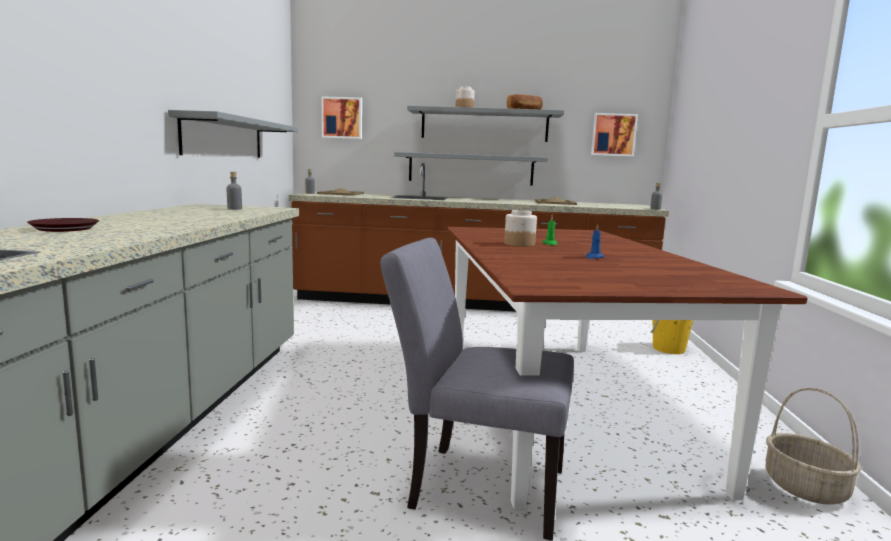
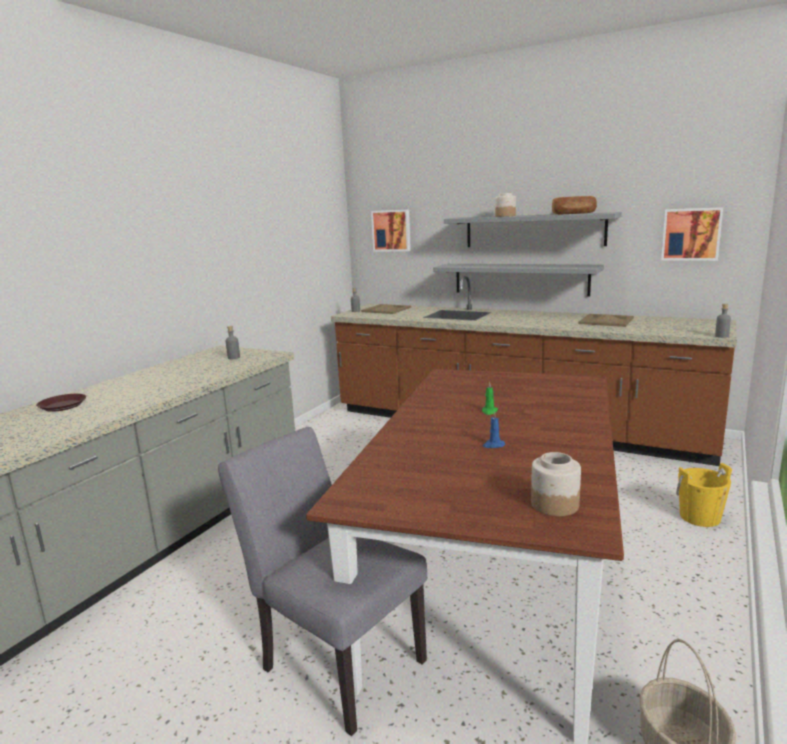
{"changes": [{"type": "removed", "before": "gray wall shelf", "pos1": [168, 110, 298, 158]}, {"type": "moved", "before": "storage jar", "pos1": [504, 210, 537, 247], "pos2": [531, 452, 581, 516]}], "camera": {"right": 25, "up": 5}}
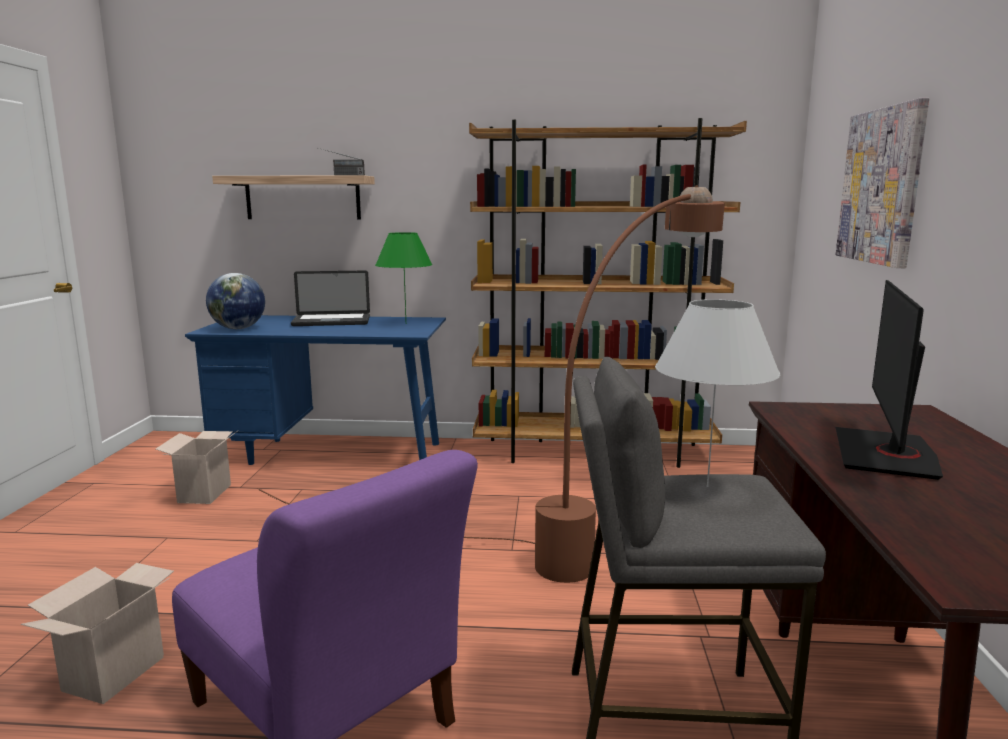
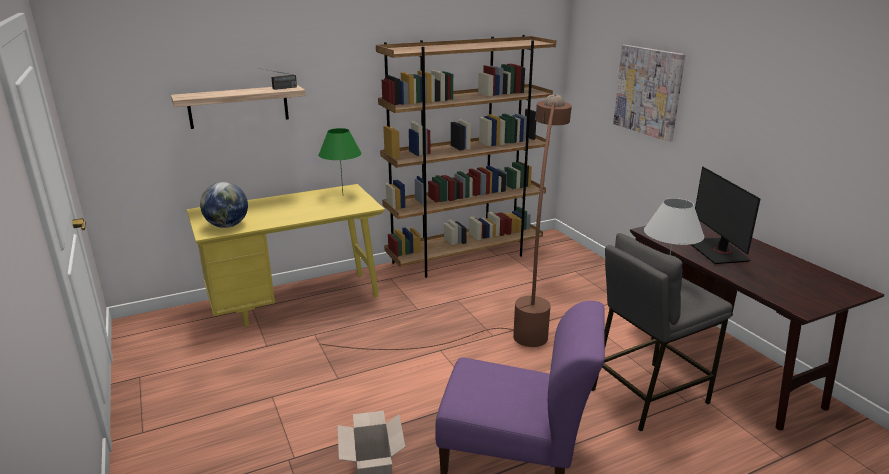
{"changes": [{"type": "removed", "before": "notebook computer", "pos1": [291, 271, 370, 326]}, {"type": "recoloured", "before": "blue-coloured desk table", "after": "yellow desk table", "pos1": [185, 315, 446, 465], "pos2": [187, 184, 385, 327]}, {"type": "removed", "before": "carton", "pos1": [156, 431, 237, 504]}], "camera": {"right": -30, "up": 10}}
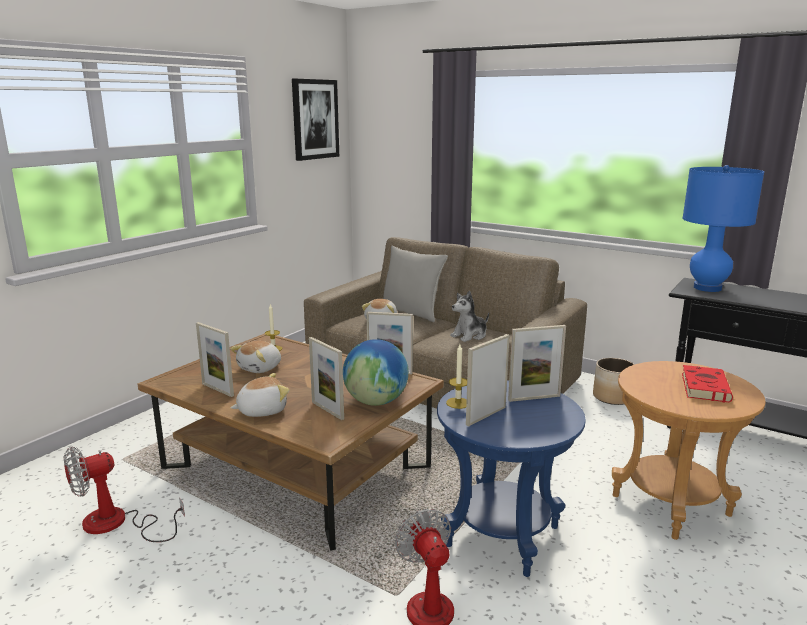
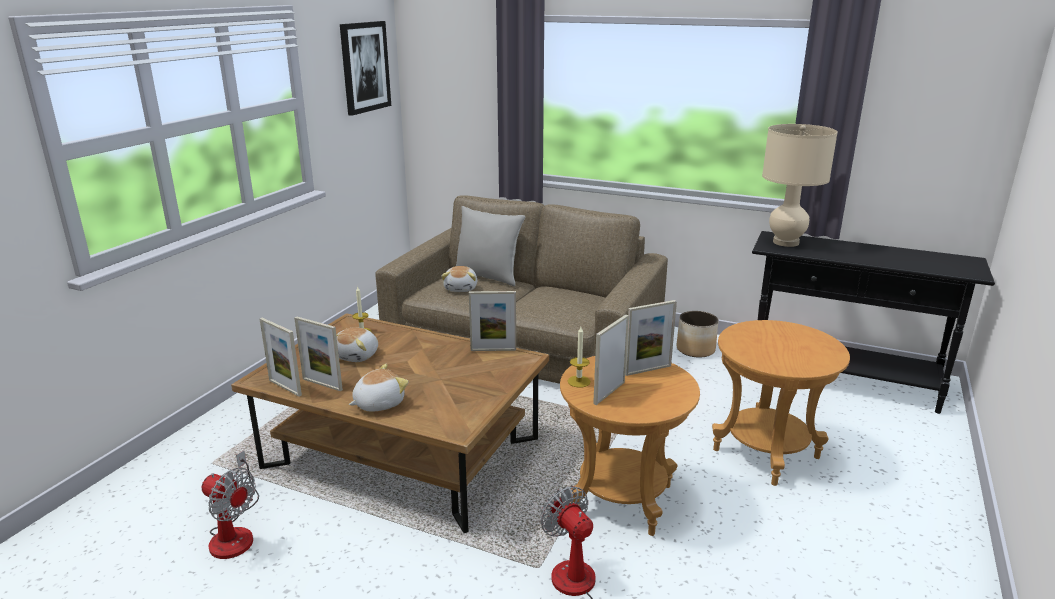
{"changes": [{"type": "recoloured", "before": "blue-coloured tabletop lamp", "after": "beige-coloured tabletop lamp", "pos1": [682, 165, 764, 292], "pos2": [762, 124, 838, 247]}, {"type": "removed", "before": "plush toy", "pos1": [450, 291, 489, 342]}, {"type": "moved", "before": "photo frame", "pos1": [309, 337, 344, 420], "pos2": [260, 318, 302, 396]}, {"type": "removed", "before": "globe", "pos1": [343, 339, 409, 406]}, {"type": "removed", "before": "reddish bound book", "pos1": [682, 365, 733, 403]}, {"type": "recoloured", "before": "blue-coloured end table", "after": "brown-coloured end table", "pos1": [437, 381, 586, 577], "pos2": [560, 356, 700, 536]}, {"type": "turned", "before": "cooling fan", "pos1": [64, 447, 185, 542], "pos2": [202, 450, 259, 559], "turn": -105}], "camera": {"right": -10, "up": 5}}
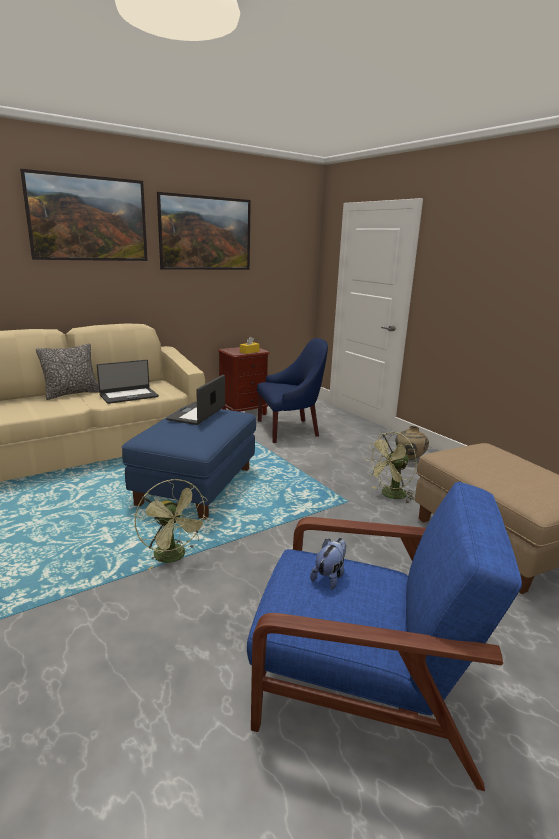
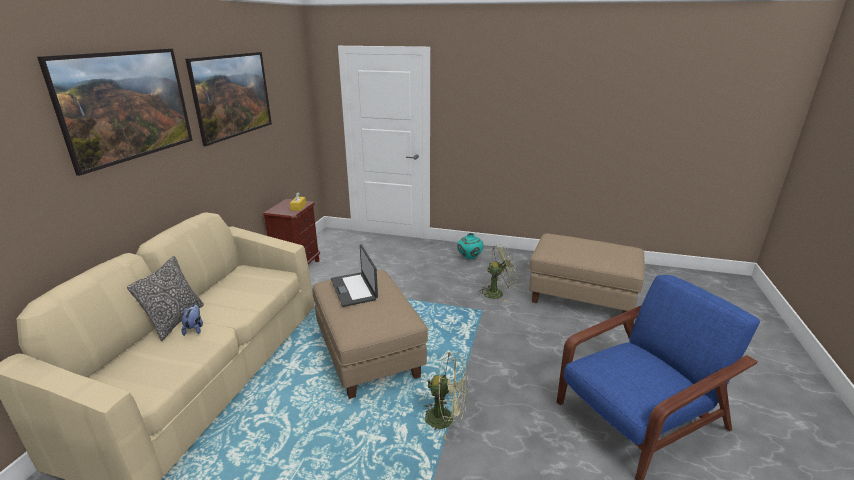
{"changes": [{"type": "removed", "before": "blue-coloured armchair", "pos1": [257, 338, 328, 443]}, {"type": "removed", "before": "notebook computer", "pos1": [97, 360, 159, 404]}, {"type": "recoloured", "before": "blue-coloured ottoman", "after": "beige-coloured ottoman", "pos1": [122, 405, 256, 520], "pos2": [312, 270, 428, 399]}, {"type": "recoloured", "before": "beige-coloured vase", "after": "turquoise vase", "pos1": [395, 426, 429, 460], "pos2": [457, 233, 483, 259]}, {"type": "turned", "before": "green cooling fan", "pos1": [365, 432, 417, 504], "pos2": [477, 244, 518, 302], "turn": -120}, {"type": "moved", "before": "plush toy", "pos1": [310, 538, 346, 590], "pos2": [181, 304, 203, 336]}], "camera": {"right": -40, "up": 5}}
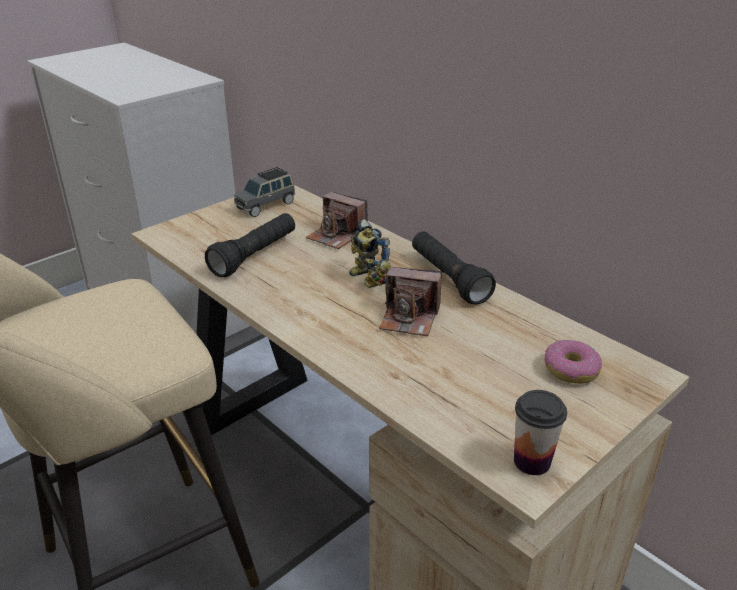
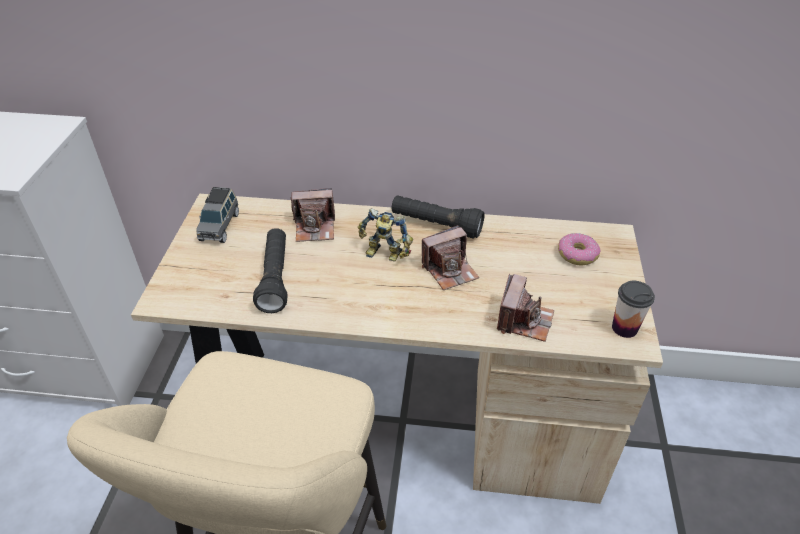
{"changes": [{"type": "added", "after": "still camera", "pos2": [497, 273, 554, 342]}], "camera": {"right": -40, "up": 10}}
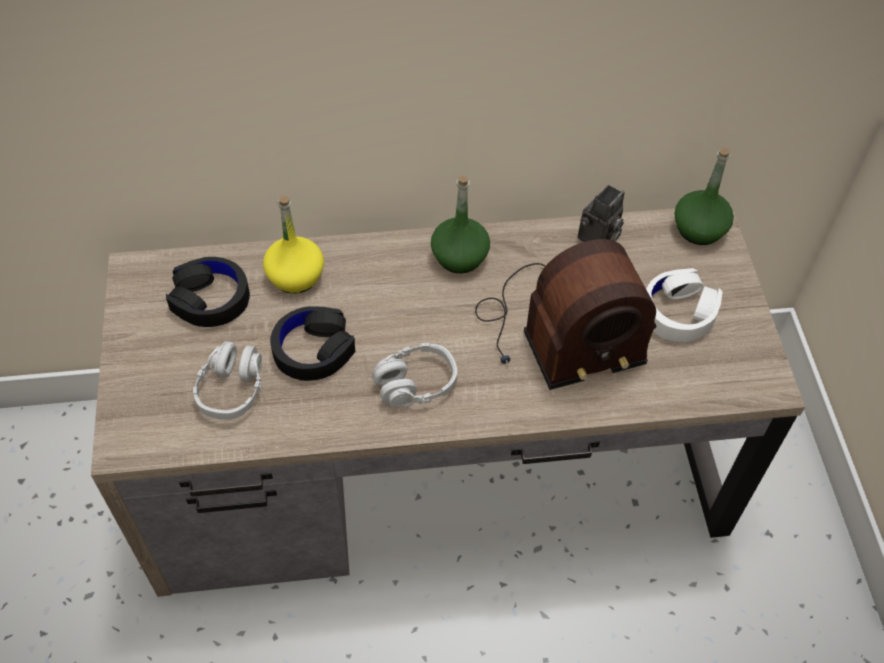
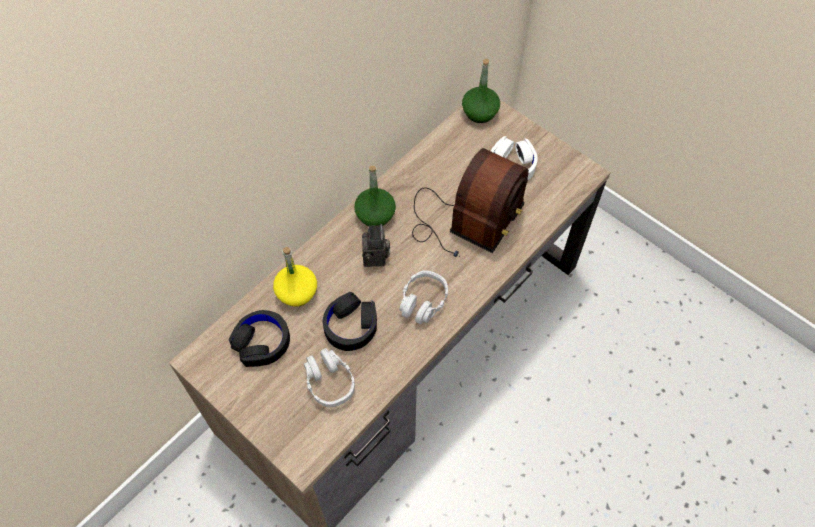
{"changes": [{"type": "moved", "before": "still camera", "pos1": [578, 185, 625, 242], "pos2": [362, 224, 390, 267]}], "camera": {"right": -40, "up": 5}}
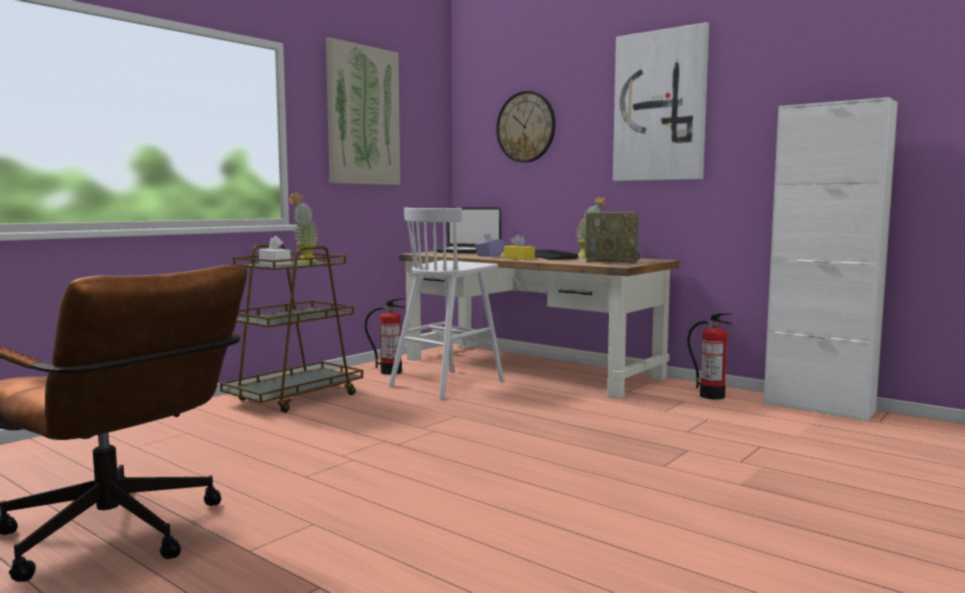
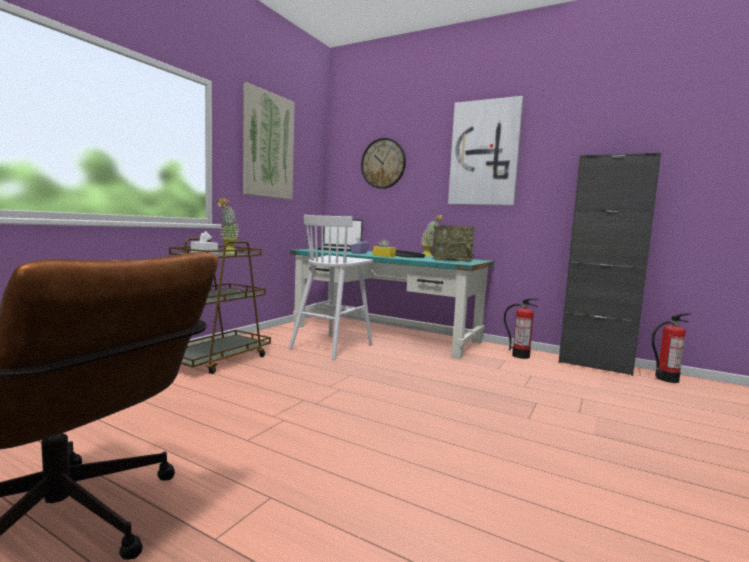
{"changes": [{"type": "recoloured", "before": "white cupboard", "after": "blackish cupboard", "pos1": [764, 97, 898, 422], "pos2": [558, 153, 661, 376]}, {"type": "recoloured", "before": "brown-coloured desk table", "after": "turquoise desk table", "pos1": [398, 251, 679, 399], "pos2": [290, 249, 494, 359]}, {"type": "moved", "before": "extinguisher", "pos1": [364, 298, 406, 375], "pos2": [651, 313, 690, 383]}], "camera": {"right": -10, "up": 0}}
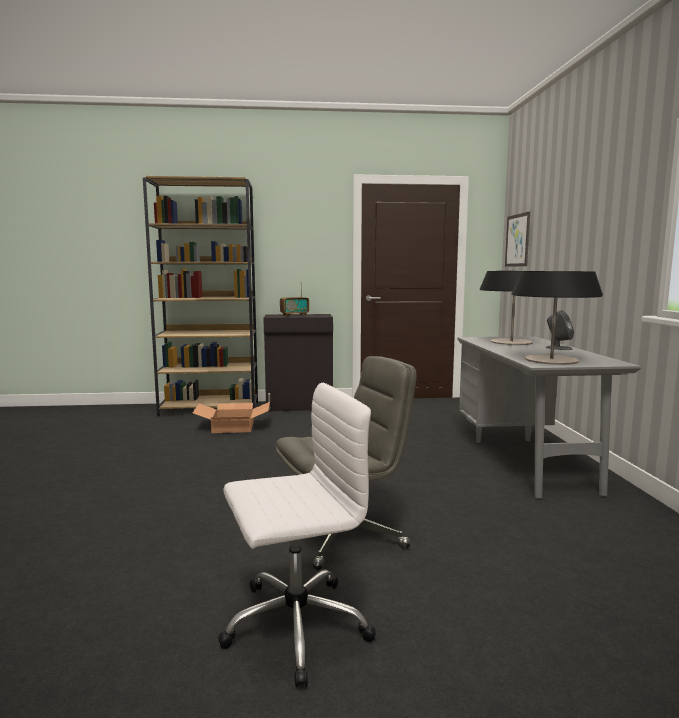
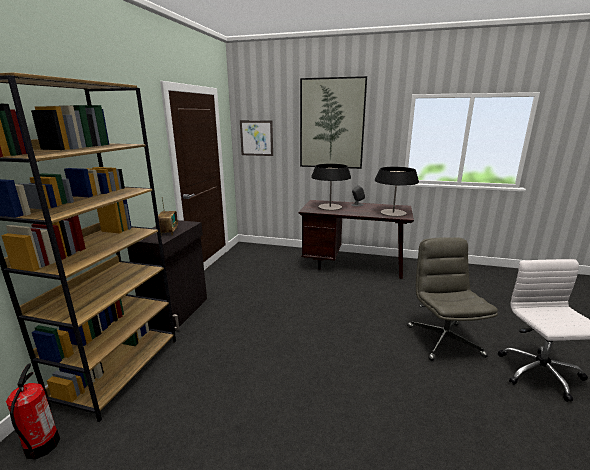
{"changes": [{"type": "recoloured", "before": "gray desk table", "after": "brown-coloured desk table", "pos1": [457, 336, 641, 499], "pos2": [299, 200, 414, 279]}, {"type": "removed", "before": "carton", "pos1": [193, 402, 270, 433]}, {"type": "added", "after": "wall art", "pos2": [300, 76, 367, 169]}, {"type": "added", "after": "extinguisher", "pos2": [6, 363, 60, 459]}], "camera": {"right": -70, "up": 10}}
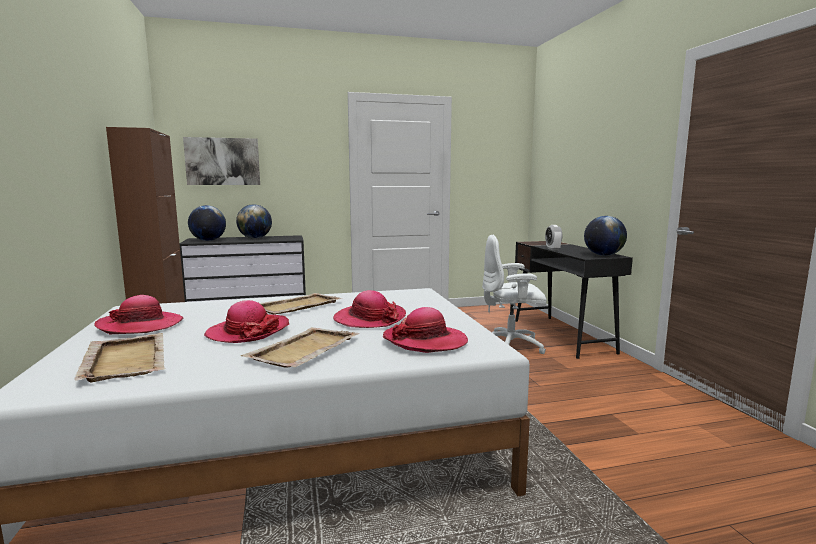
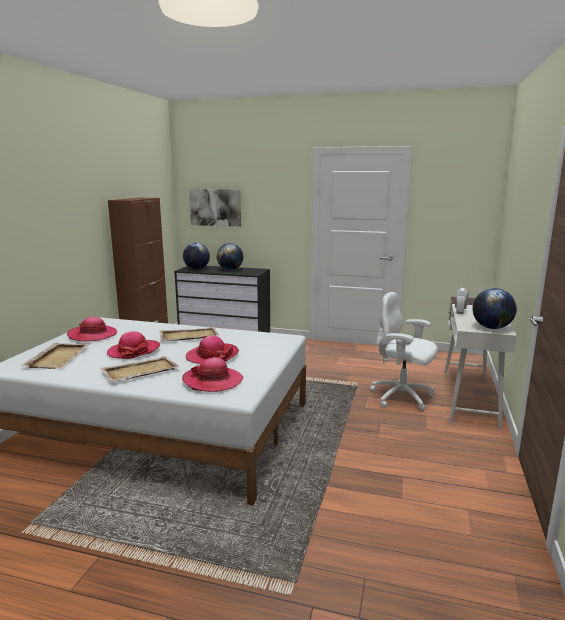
{"changes": [{"type": "recoloured", "before": "blackish desk table", "after": "white desk table", "pos1": [515, 241, 633, 359], "pos2": [444, 296, 517, 430]}], "camera": {"right": 30, "up": 5}}
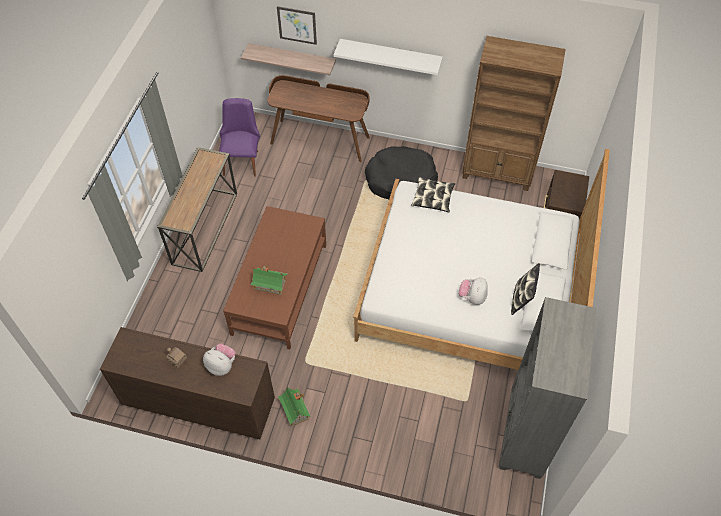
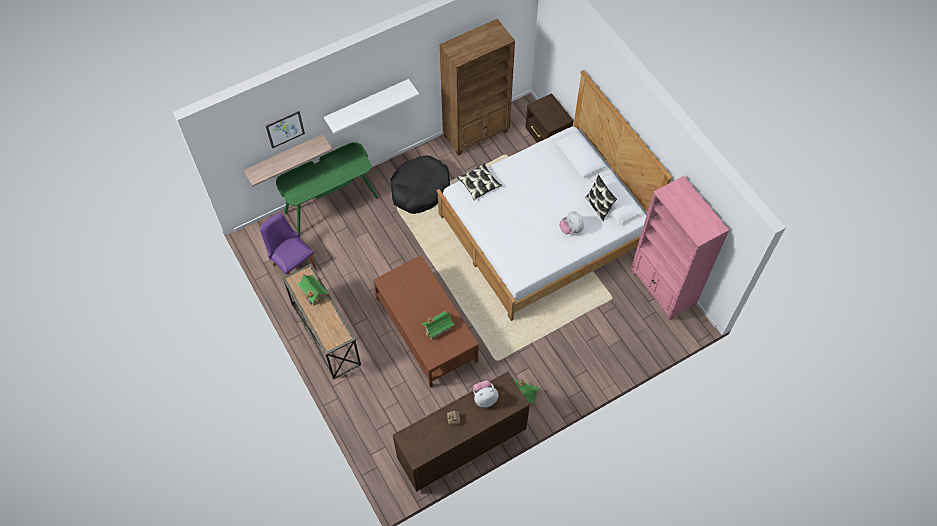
{"changes": [{"type": "recoloured", "before": "brown-coloured desk table", "after": "green desk table", "pos1": [267, 75, 370, 162], "pos2": [276, 142, 378, 235]}, {"type": "recoloured", "before": "gray shelving unit", "after": "pinkish shelving unit", "pos1": [499, 297, 597, 479], "pos2": [631, 176, 729, 320]}, {"type": "added", "after": "toy house", "pos2": [297, 273, 328, 306]}], "camera": {"right": -45, "up": 5}}
